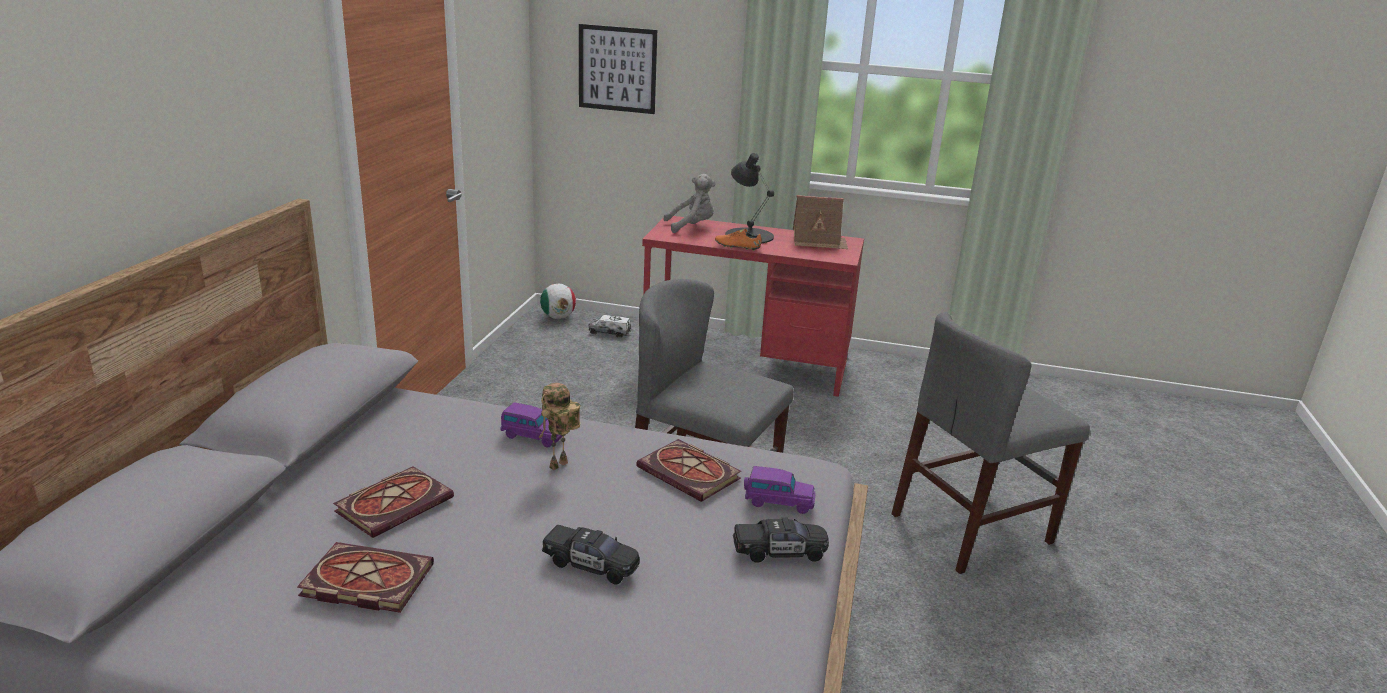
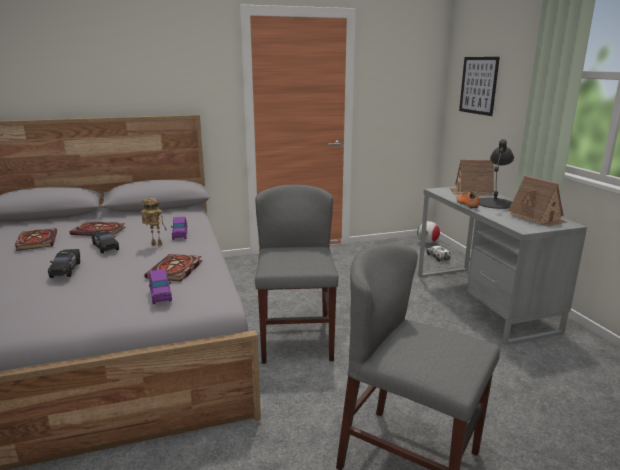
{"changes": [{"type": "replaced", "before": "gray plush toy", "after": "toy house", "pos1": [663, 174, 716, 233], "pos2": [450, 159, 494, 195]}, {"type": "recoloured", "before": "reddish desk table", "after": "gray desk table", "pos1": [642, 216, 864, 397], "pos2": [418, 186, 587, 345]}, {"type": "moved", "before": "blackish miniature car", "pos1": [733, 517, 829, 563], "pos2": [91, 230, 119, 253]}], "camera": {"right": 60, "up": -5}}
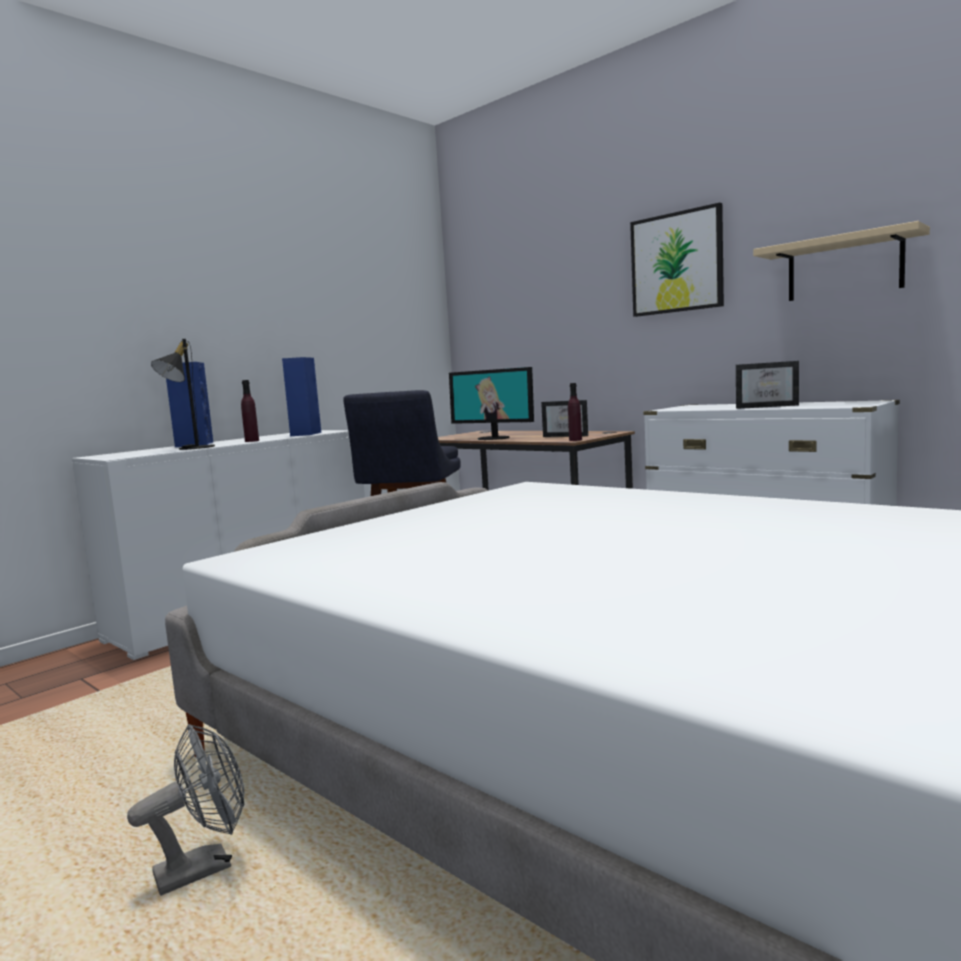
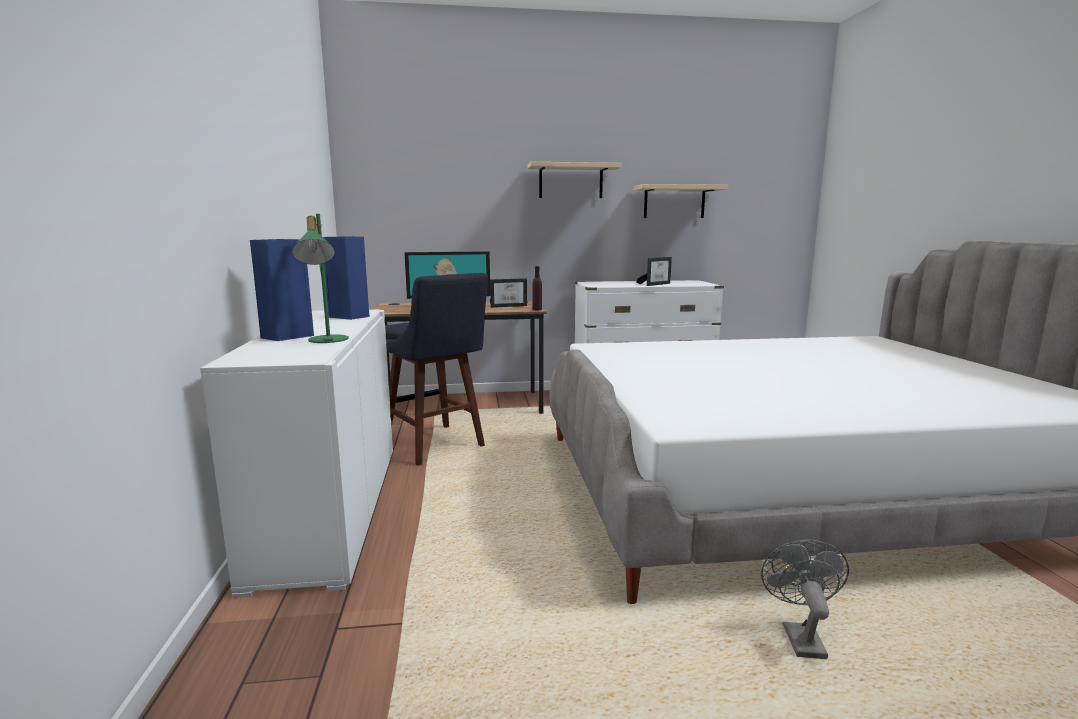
{"changes": [{"type": "replaced", "before": "wall art", "after": "beige-coloured wall shelf", "pos1": [630, 202, 724, 317], "pos2": [527, 162, 622, 198]}, {"type": "recoloured", "before": "blackish tabletop lamp", "after": "green tabletop lamp", "pos1": [151, 339, 215, 450], "pos2": [292, 214, 349, 343]}, {"type": "removed", "before": "purplish bottle", "pos1": [241, 380, 259, 442]}], "camera": {"right": -50, "up": 5}}
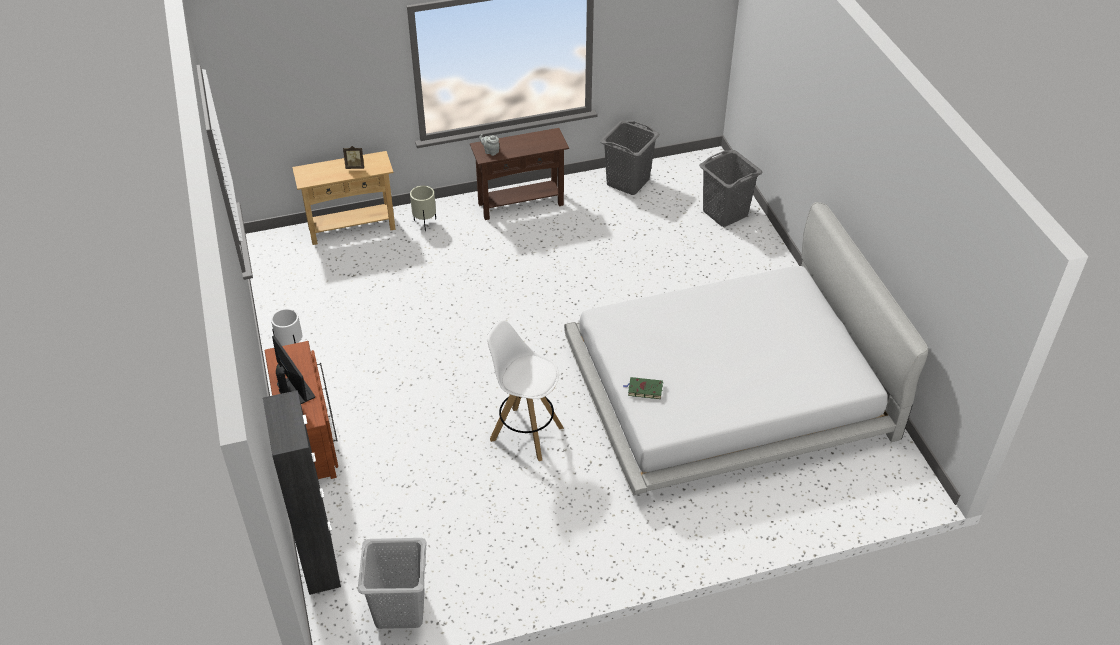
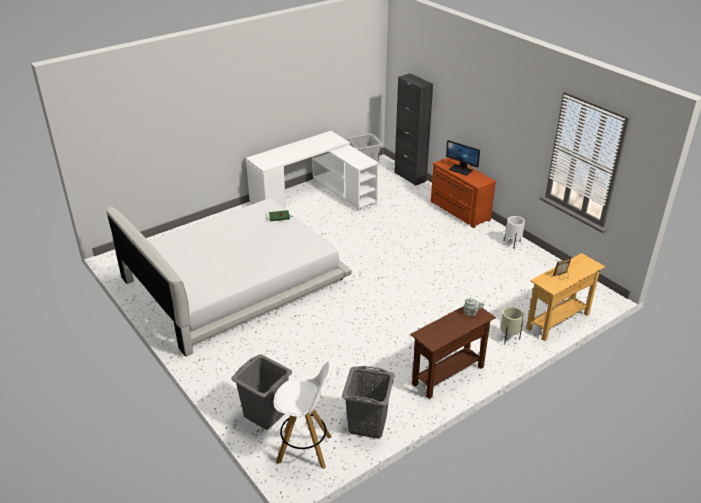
{"changes": [{"type": "moved", "before": "white sitting stool", "pos1": [487, 320, 564, 461], "pos2": [273, 361, 332, 469]}, {"type": "added", "after": "white desk table", "pos2": [246, 131, 379, 211]}], "camera": {"right": 160, "up": -10}}
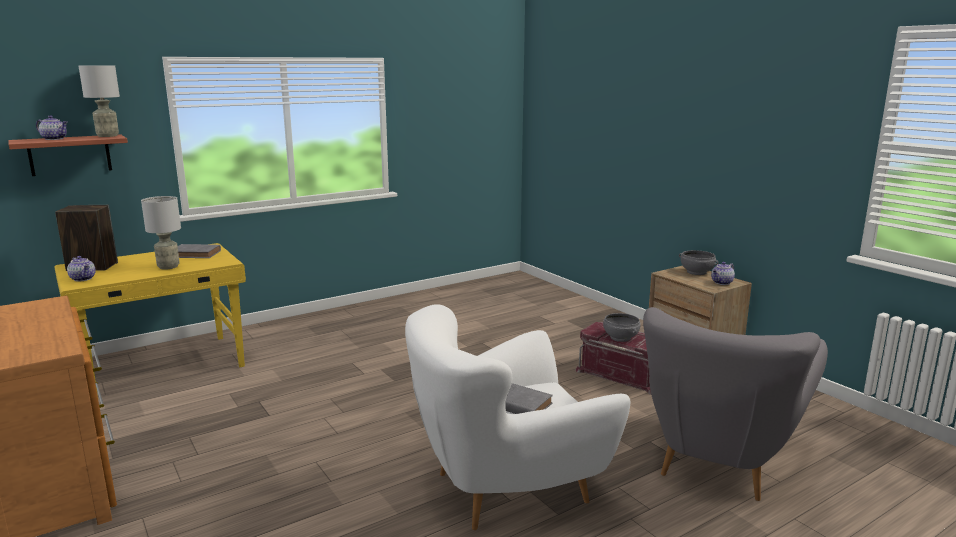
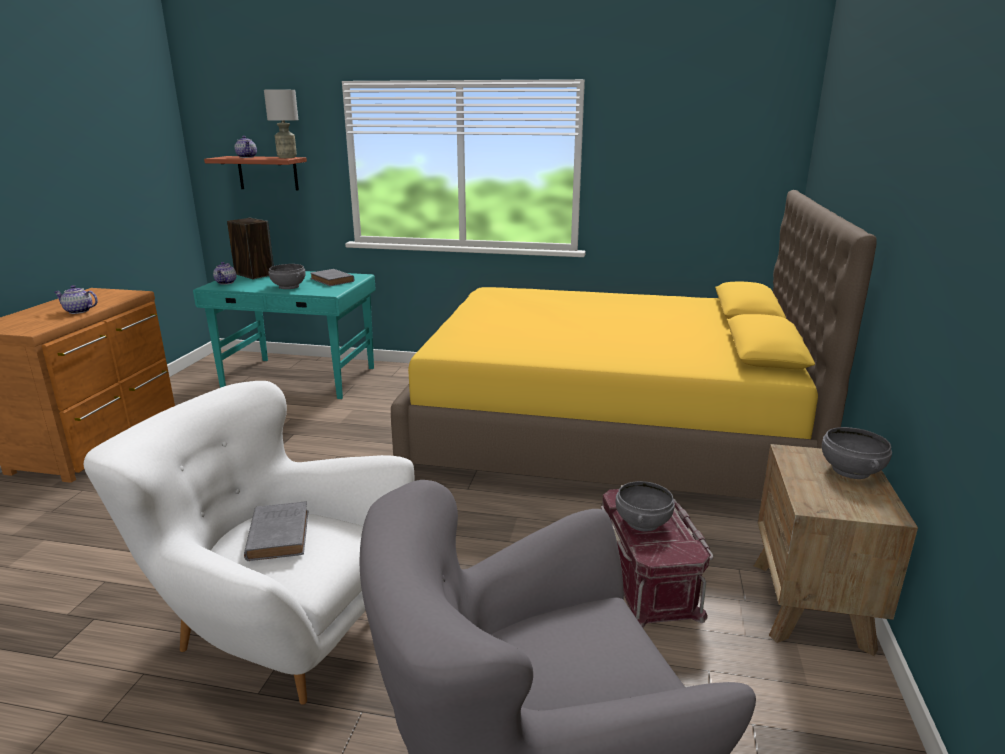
{"changes": [{"type": "replaced", "before": "gray tabletop lamp", "after": "gray bowl", "pos1": [141, 196, 181, 270], "pos2": [269, 264, 306, 289]}, {"type": "recoloured", "before": "yellow desk table", "after": "turquoise desk table", "pos1": [55, 243, 246, 396], "pos2": [193, 271, 376, 399]}, {"type": "moved", "before": "pot for tea", "pos1": [711, 262, 735, 285], "pos2": [54, 285, 98, 314]}, {"type": "added", "after": "yellow sleeping bed", "pos2": [391, 190, 877, 499]}], "camera": {"right": 45, "up": 5}}
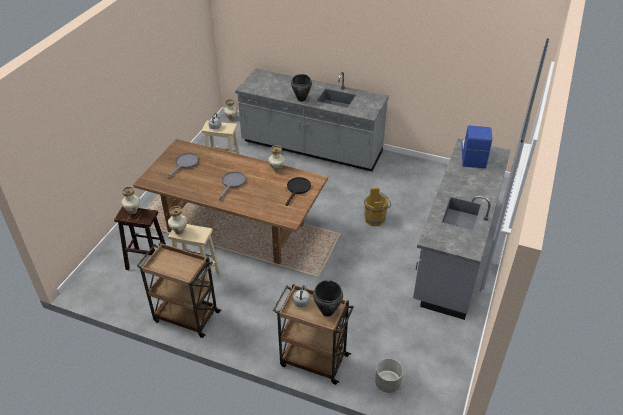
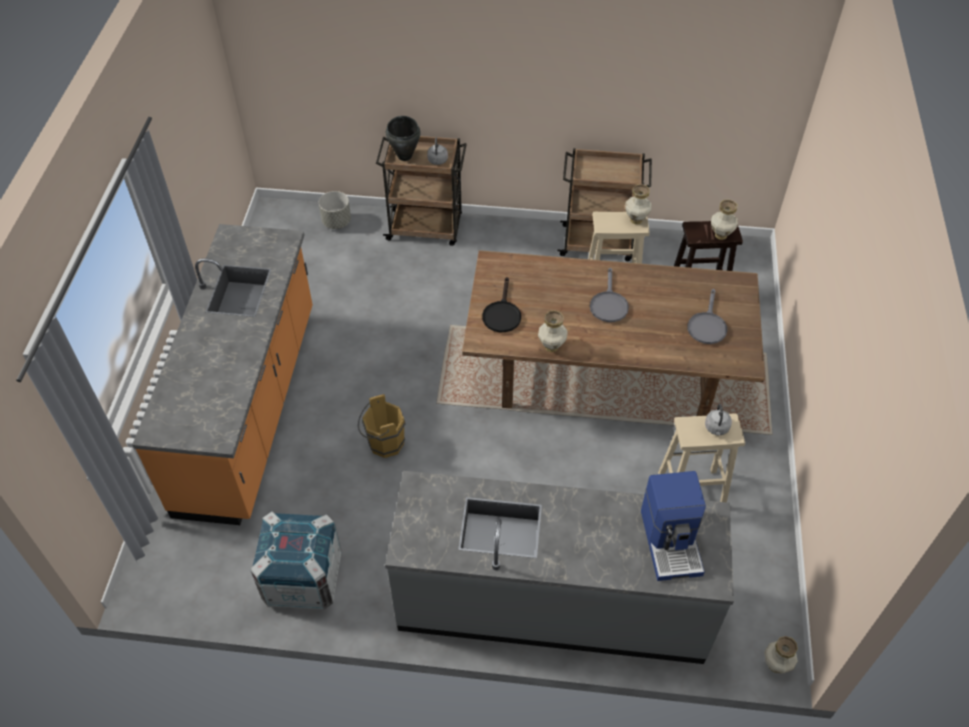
{"changes": [{"type": "removed", "before": "blackish stockpot", "pos1": [291, 74, 312, 102]}, {"type": "moved", "before": "coffee machine", "pos1": [462, 126, 492, 168], "pos2": [641, 471, 706, 581]}, {"type": "recoloured", "before": "gray kitchen base unit", "after": "orange kitchen base unit", "pos1": [413, 139, 511, 320], "pos2": [132, 224, 313, 525]}, {"type": "added", "after": "shipping crate", "pos2": [250, 512, 342, 610]}], "camera": {"right": 165, "up": 10}}
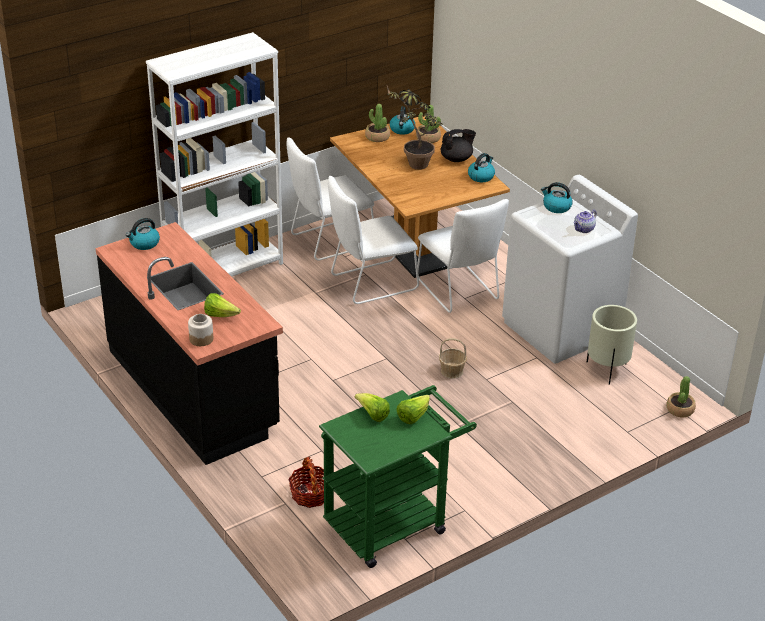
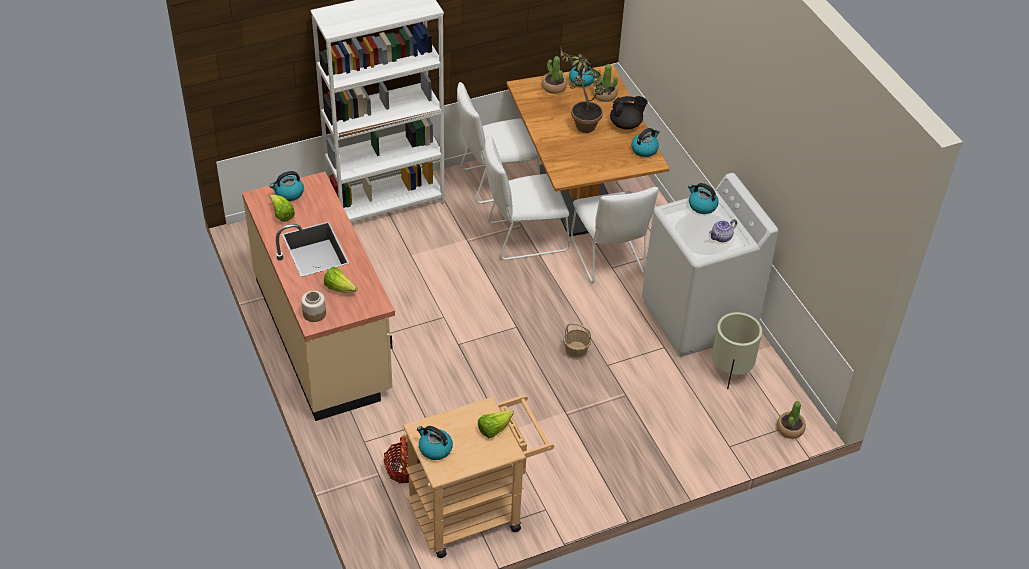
{"changes": [{"type": "recoloured", "before": "blackish kitchen base unit", "after": "beige-coloured kitchen base unit", "pos1": [96, 222, 283, 465], "pos2": [242, 172, 395, 421]}, {"type": "recoloured", "before": "green wheeled cart", "after": "beige-coloured wheeled cart", "pos1": [319, 385, 477, 568], "pos2": [403, 395, 554, 558]}, {"type": "moved", "before": "lettuce", "pos1": [355, 393, 390, 422], "pos2": [269, 195, 295, 222]}, {"type": "added", "after": "kettle", "pos2": [417, 426, 453, 460]}], "camera": {"right": 10, "up": 10}}
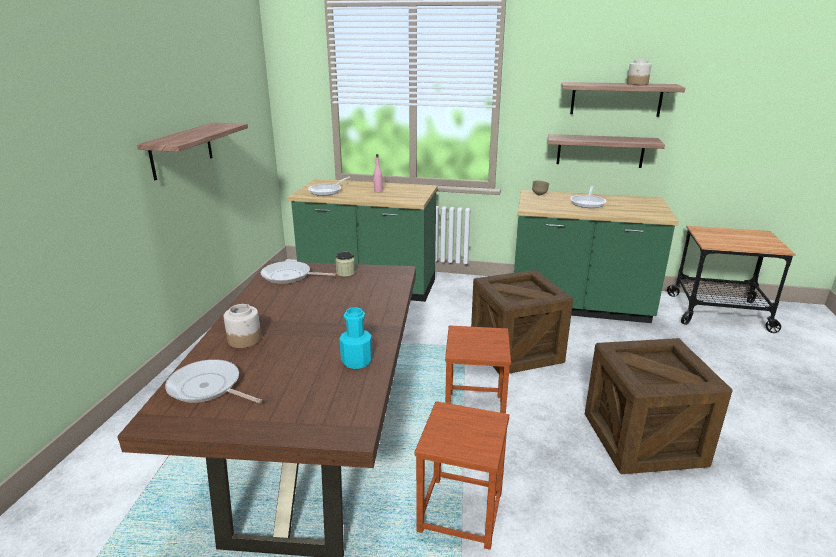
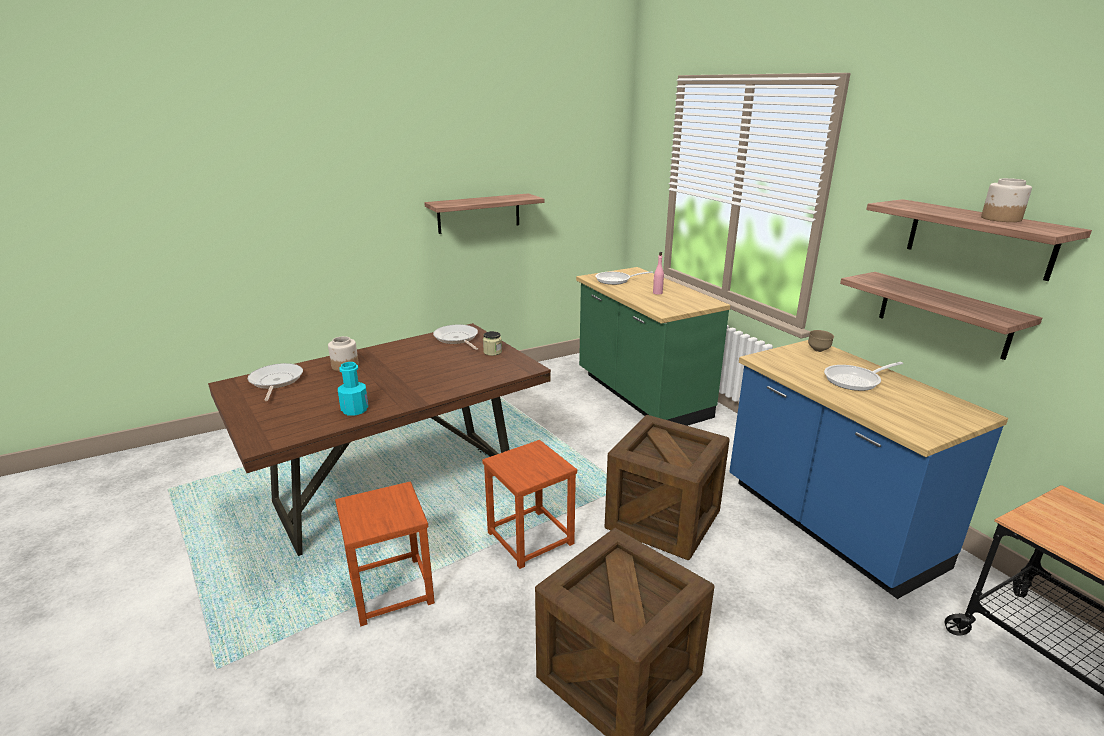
{"changes": [{"type": "recoloured", "before": "green kitchen base unit", "after": "blue-coloured kitchen base unit", "pos1": [514, 190, 678, 323], "pos2": [729, 340, 1008, 599]}], "camera": {"right": 50, "up": 0}}
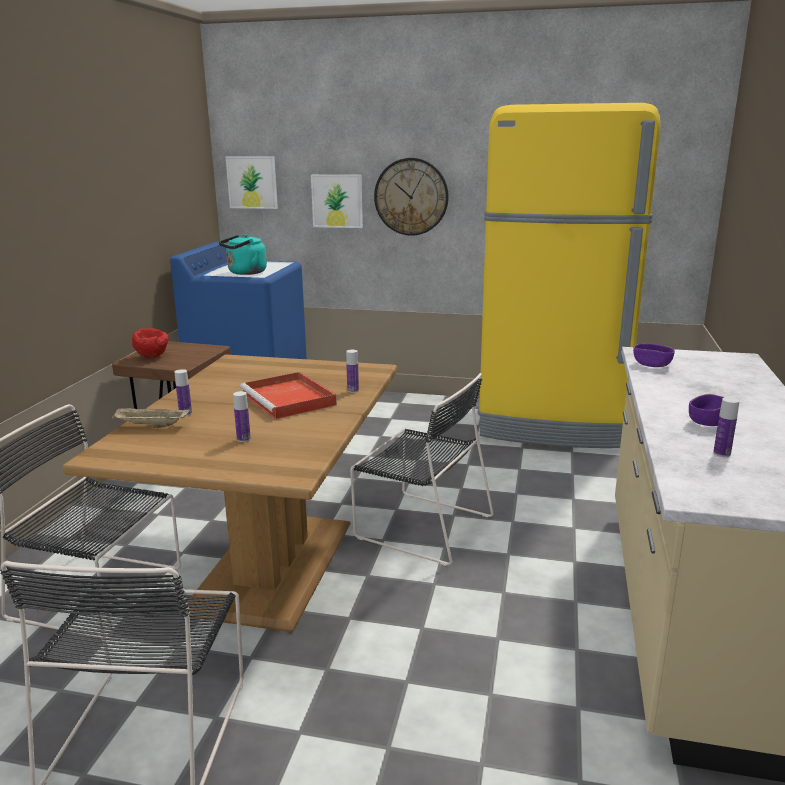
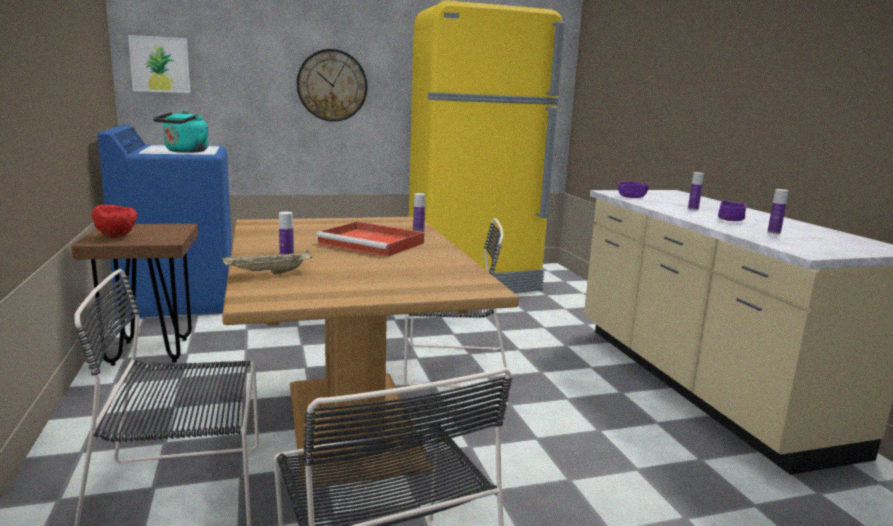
{"changes": [{"type": "removed", "before": "wall art", "pos1": [311, 175, 363, 228]}, {"type": "moved", "before": "bottle", "pos1": [233, 391, 251, 442], "pos2": [688, 172, 704, 210]}], "camera": {"right": -30, "up": -5}}
